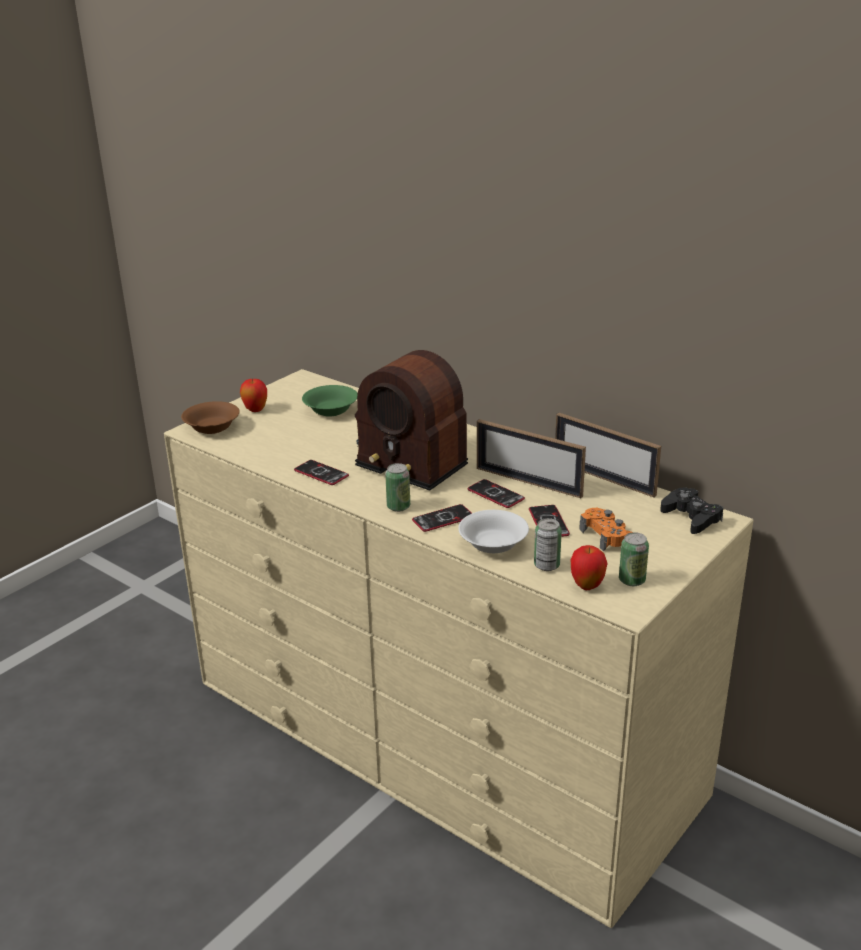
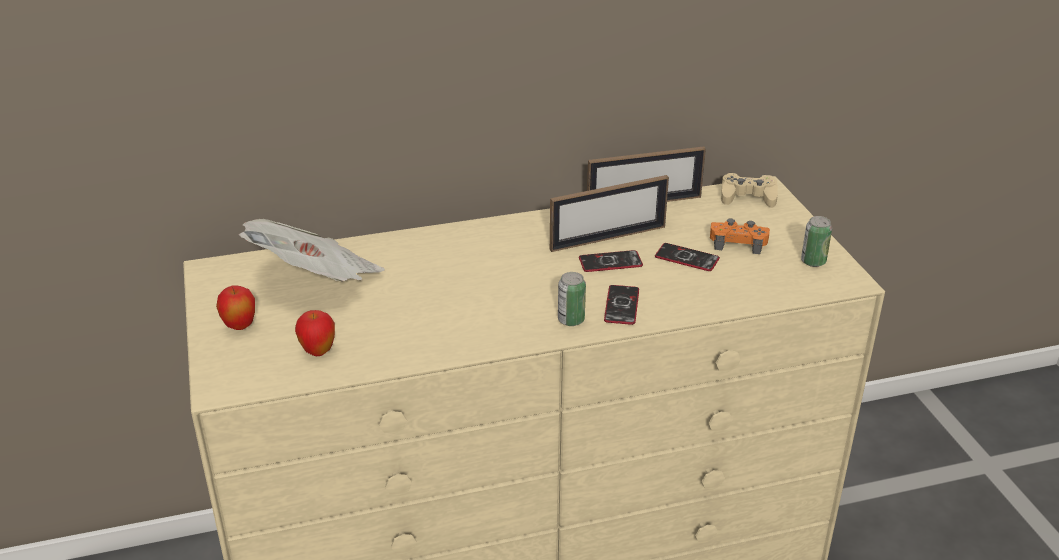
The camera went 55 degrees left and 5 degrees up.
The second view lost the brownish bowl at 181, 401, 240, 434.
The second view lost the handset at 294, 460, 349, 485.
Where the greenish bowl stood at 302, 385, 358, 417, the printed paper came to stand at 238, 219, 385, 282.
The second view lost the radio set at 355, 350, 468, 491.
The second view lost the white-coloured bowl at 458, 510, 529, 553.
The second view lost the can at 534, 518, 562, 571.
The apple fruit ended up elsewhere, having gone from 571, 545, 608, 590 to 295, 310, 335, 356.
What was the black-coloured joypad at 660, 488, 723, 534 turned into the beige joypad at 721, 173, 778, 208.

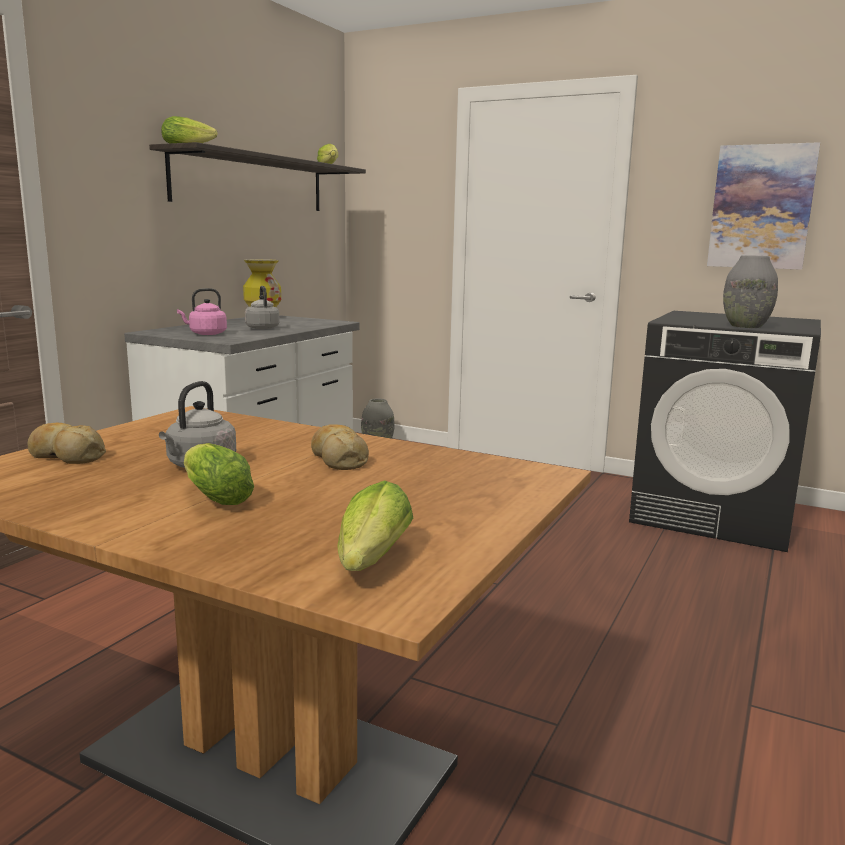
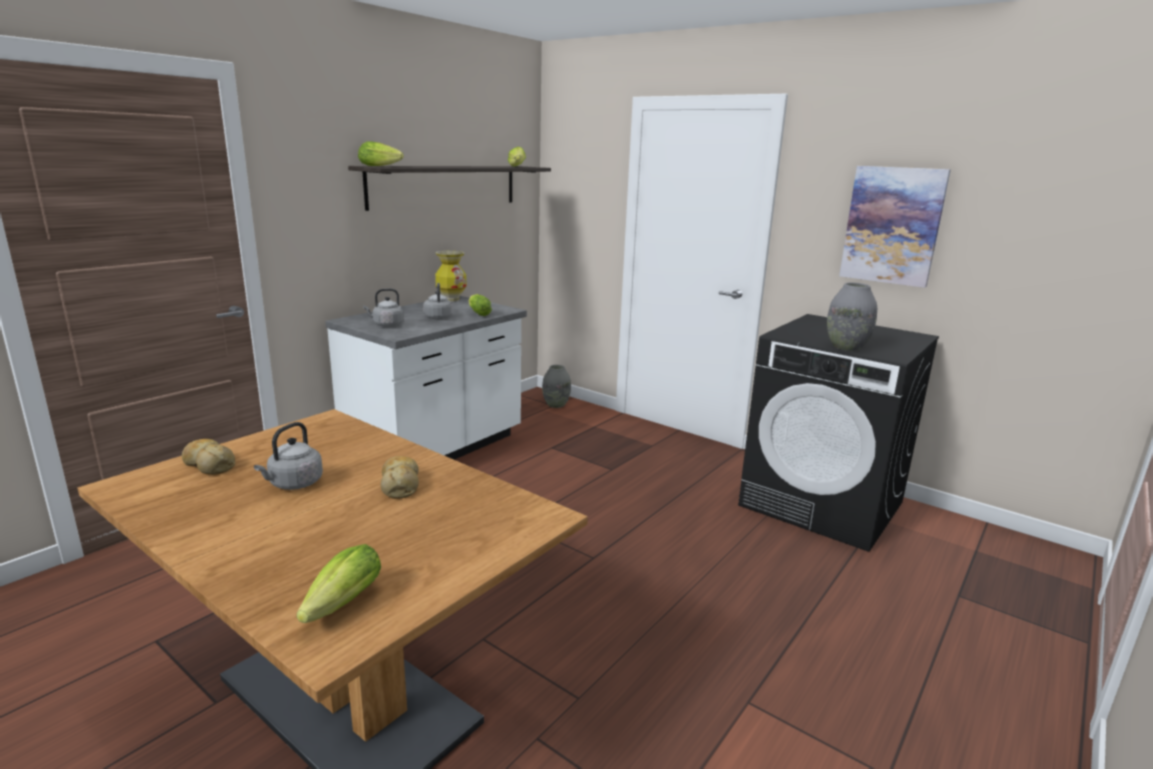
The camera went 10 degrees right and 5 degrees up.
What was the pinkish water kettle at 177, 288, 227, 335 turned into the greyish water kettle at 363, 288, 404, 327.
The lettuce ended up elsewhere, having gone from 184, 443, 254, 505 to 469, 294, 492, 316.

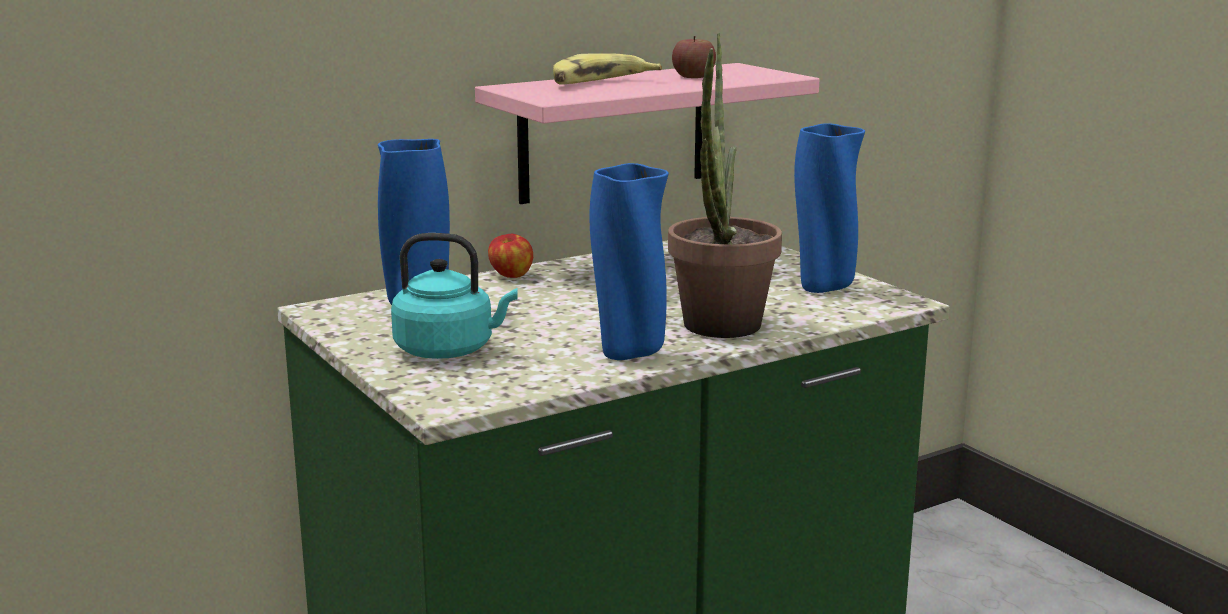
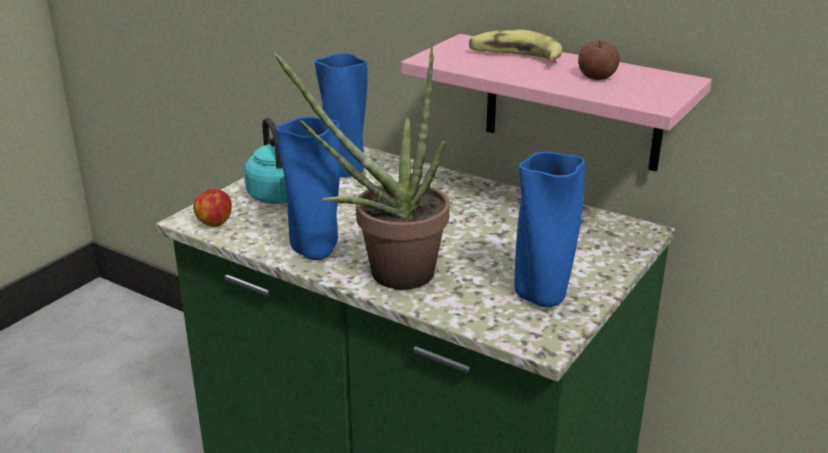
The camera went 65 degrees right and 10 degrees up.
The apple fruit ended up elsewhere, having gone from 488, 234, 533, 278 to 193, 189, 232, 227.

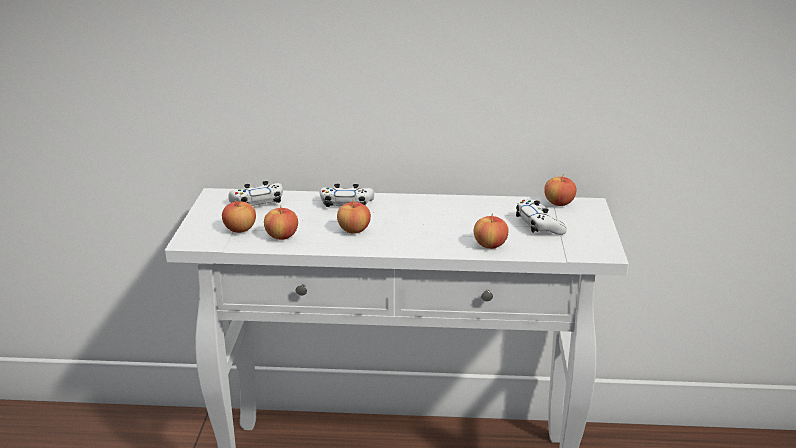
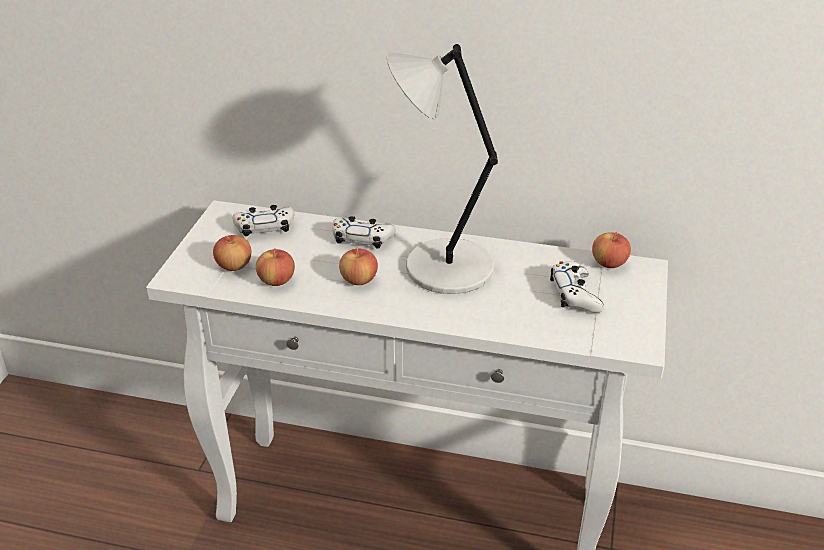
The camera went 10 degrees right and 10 degrees up.
The second view lost the apple fruit at 474, 213, 509, 249.
The second view gained the greyish lamp for a table at 386, 44, 498, 294.

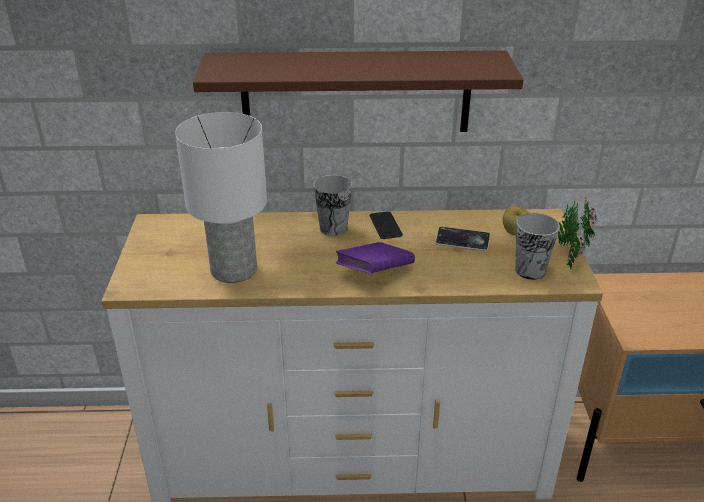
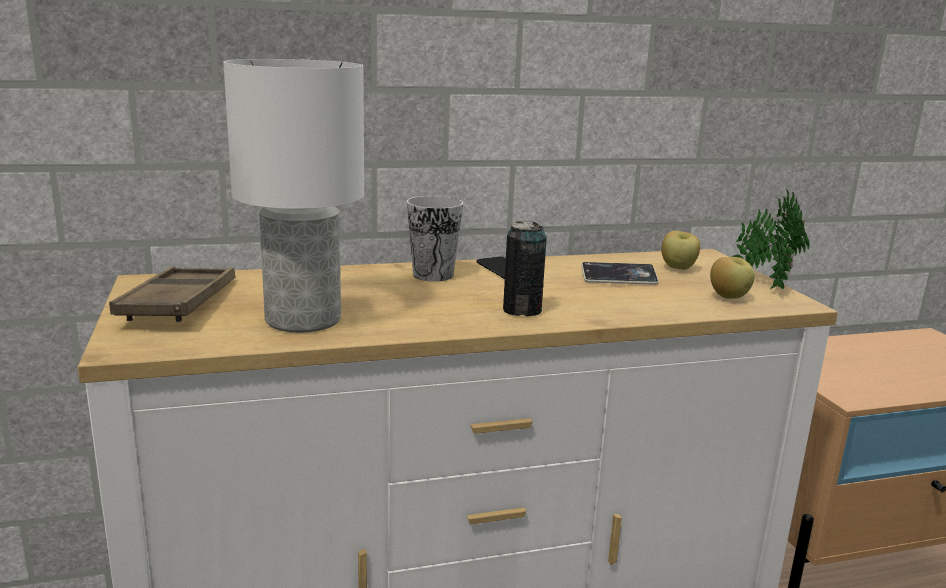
The camera went 15 degrees left and 15 degrees down.
The second view lost the brownish bracket shelf at 193, 50, 523, 132.
Where the purple book stood at 336, 242, 415, 273, the can came to stand at 503, 221, 547, 316.
Where the cup stood at 515, 213, 560, 280, the apple fruit came to stand at 710, 257, 755, 299.
The second view gained the brownish serving tray at 109, 267, 236, 322.

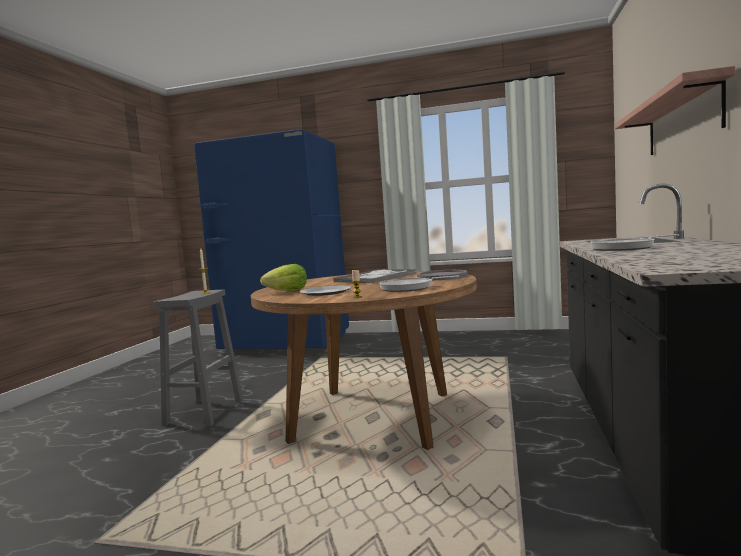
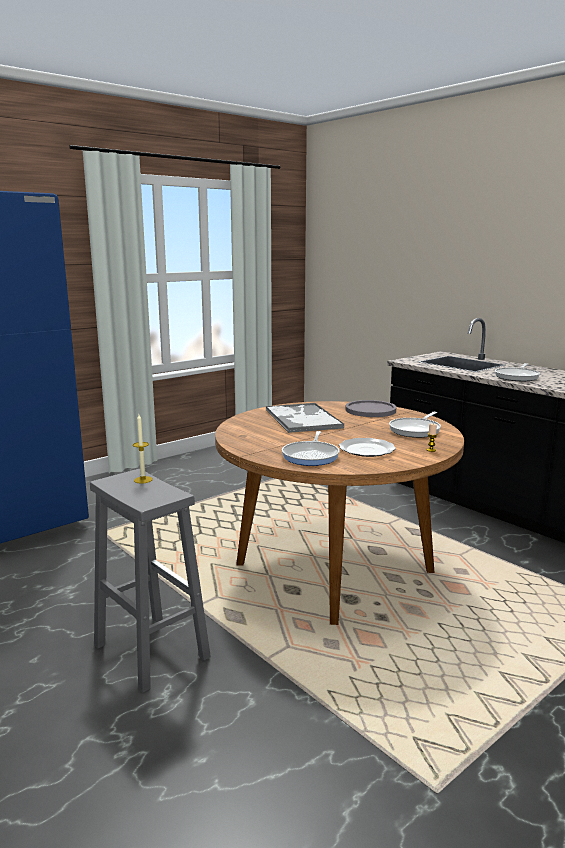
The camera went 55 degrees left and 10 degrees up.
Where the lettuce stood at 260, 264, 307, 291, the skillet came to stand at 282, 431, 339, 466.
The second view lost the bracket shelf at 615, 66, 735, 155.

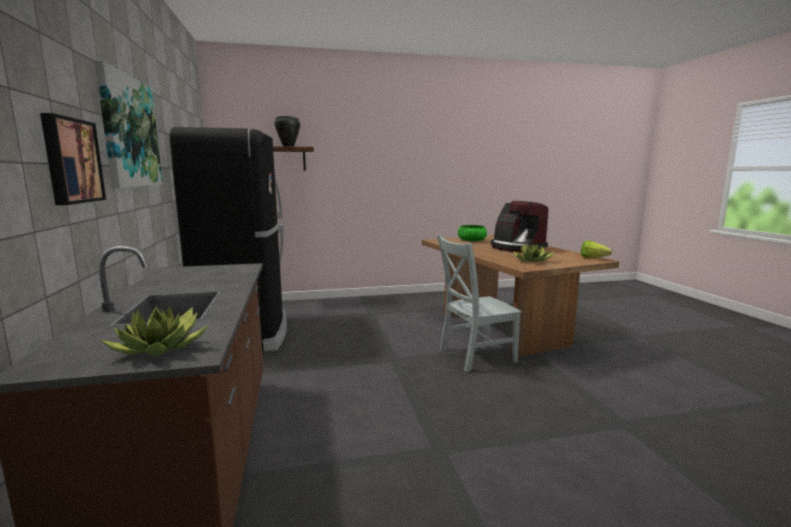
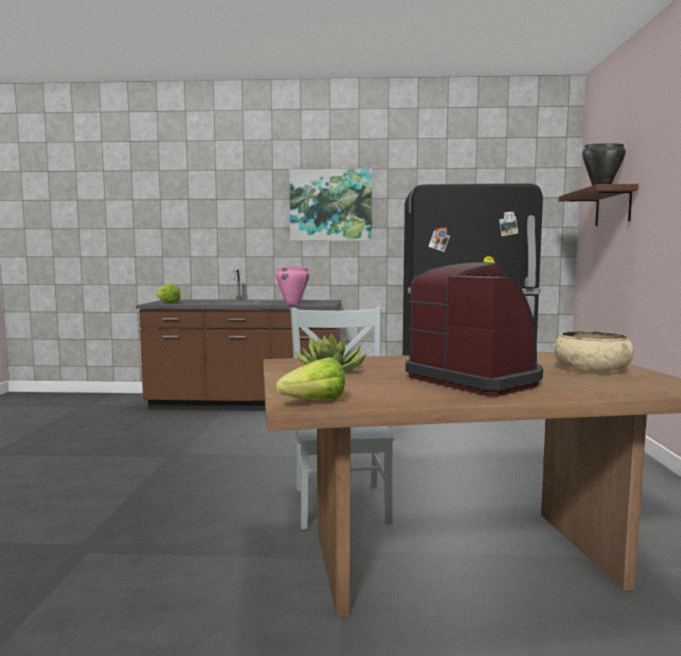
The camera went 105 degrees right and 5 degrees down.
The second view lost the picture at 40, 113, 106, 205.
Where the plant in a pot stood at 101, 306, 209, 355, the lettuce came to stand at 156, 284, 181, 303.
What was the greenish bowl at 458, 225, 487, 241 turned into the beige bowl at 555, 331, 633, 373.
The coffee brewer at 491, 201, 548, 252 ended up facing another way, 75 degrees clockwise from before.
The second view gained the pinkish stockpot at 276, 266, 309, 305.

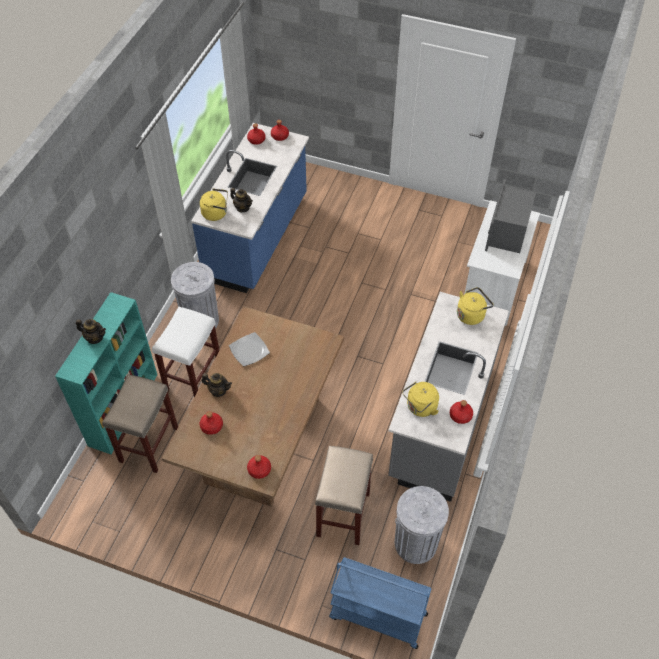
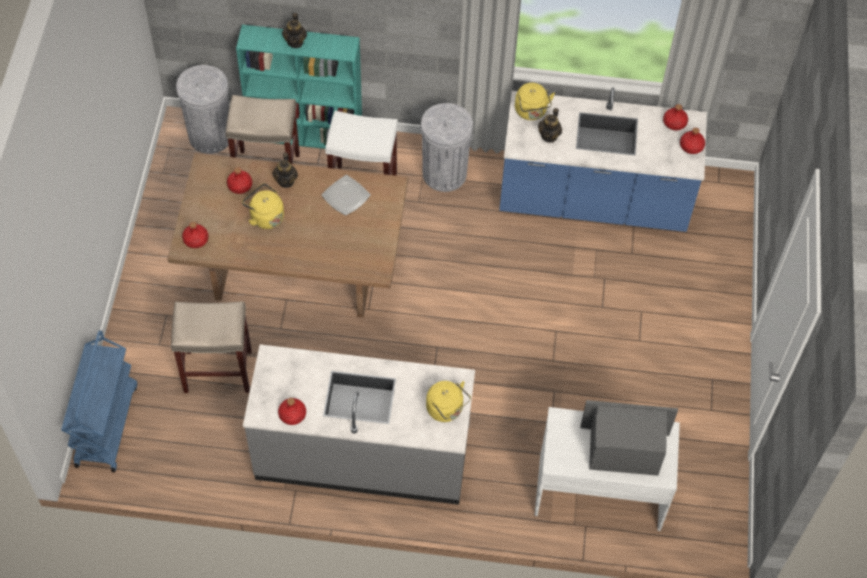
The camera went 75 degrees right and 5 degrees up.
The greyish rubbish bin ended up elsewhere, having gone from 395, 486, 449, 564 to 176, 65, 229, 154.
The yellow-coloured water kettle ended up elsewhere, having gone from 402, 382, 439, 417 to 242, 183, 284, 229.

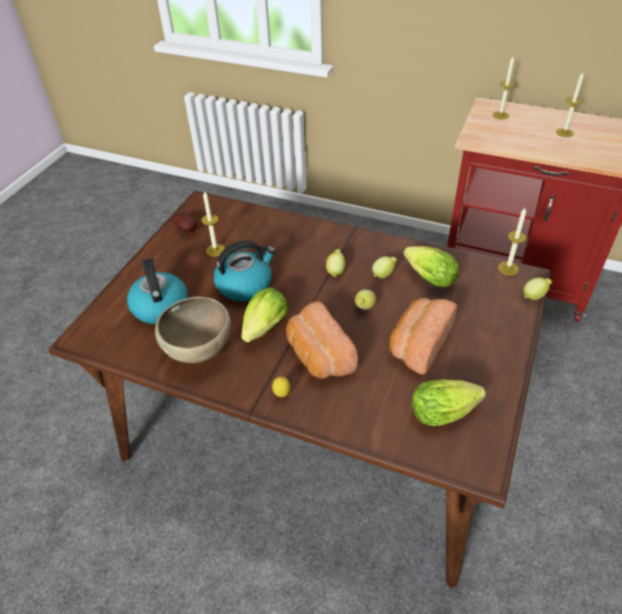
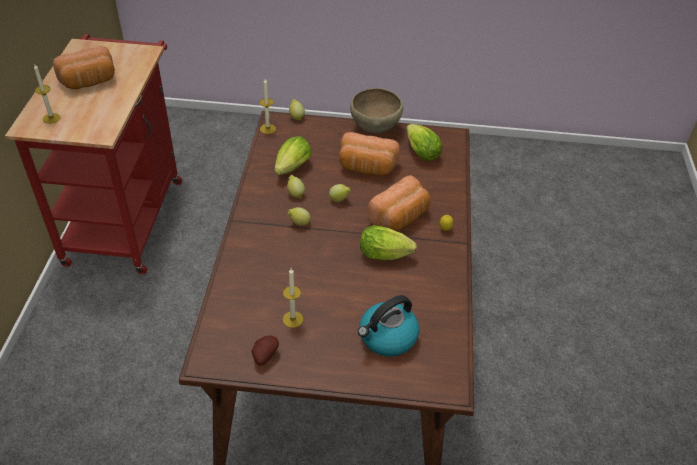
The camera went 110 degrees left and 0 degrees up.
The brownish bowl ended up elsewhere, having gone from 155, 296, 231, 363 to 350, 88, 403, 133.
The second view lost the water kettle at 214, 240, 276, 302.
Where the wax candle stood at 556, 72, 584, 137, the bakery bread came to stand at 53, 46, 115, 89.

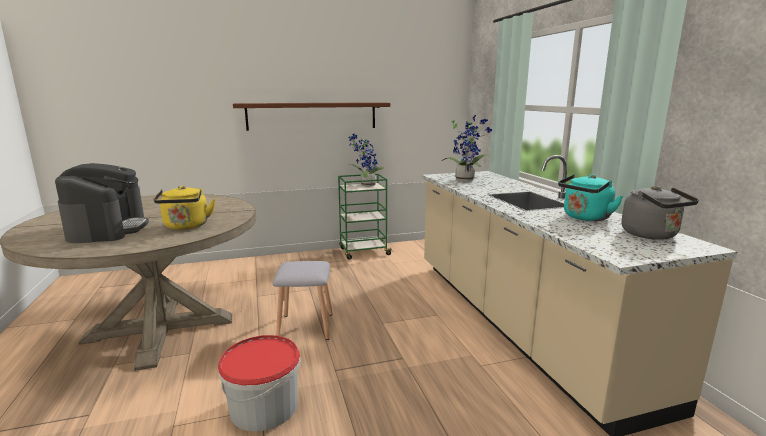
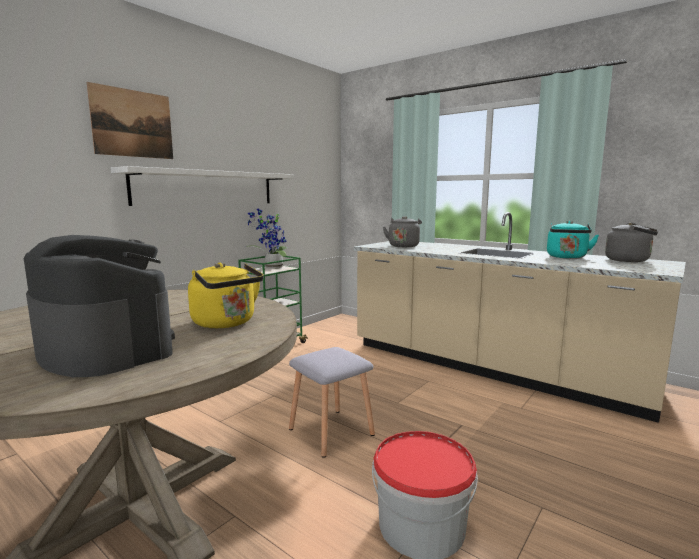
The camera went 35 degrees left and 5 degrees down.
What was the brownish bracket shelf at 233, 102, 390, 131 turned into the white-coloured bracket shelf at 111, 166, 294, 206.
Where the plant in a pot stood at 441, 115, 492, 181, the greyish water kettle came to stand at 383, 216, 422, 247.
The second view gained the picture at 87, 82, 173, 159.

